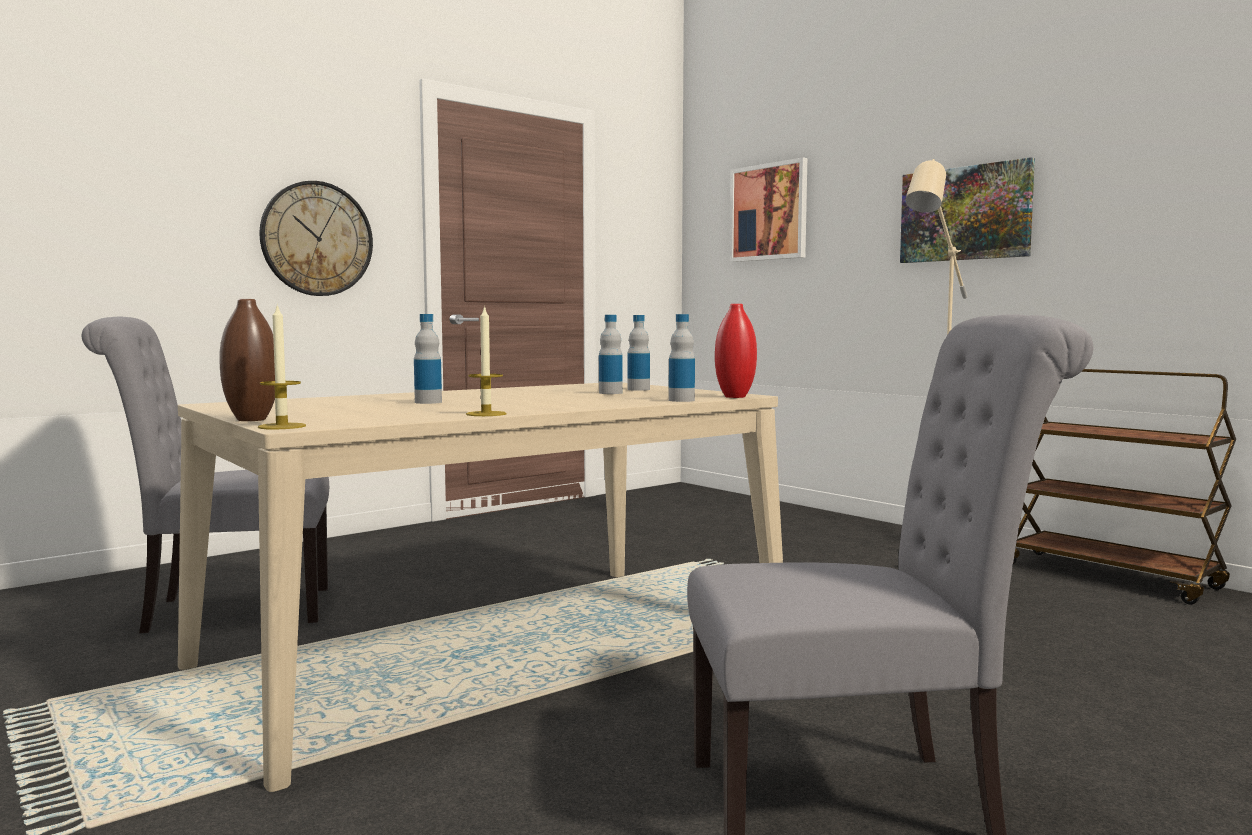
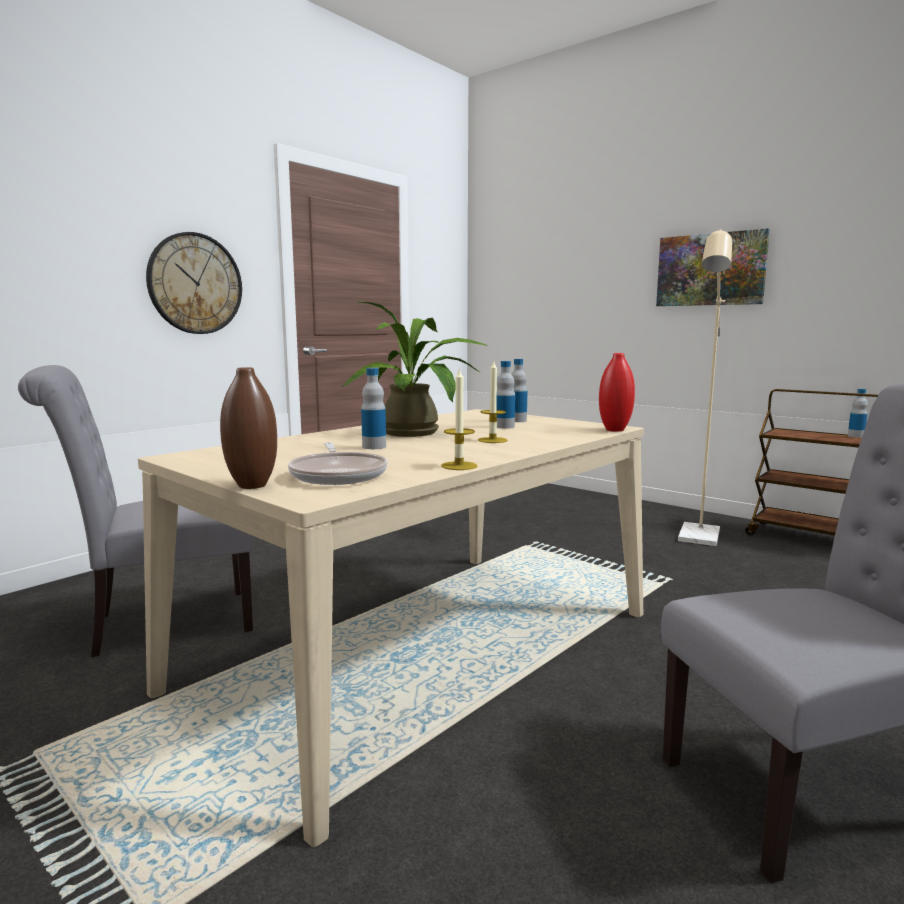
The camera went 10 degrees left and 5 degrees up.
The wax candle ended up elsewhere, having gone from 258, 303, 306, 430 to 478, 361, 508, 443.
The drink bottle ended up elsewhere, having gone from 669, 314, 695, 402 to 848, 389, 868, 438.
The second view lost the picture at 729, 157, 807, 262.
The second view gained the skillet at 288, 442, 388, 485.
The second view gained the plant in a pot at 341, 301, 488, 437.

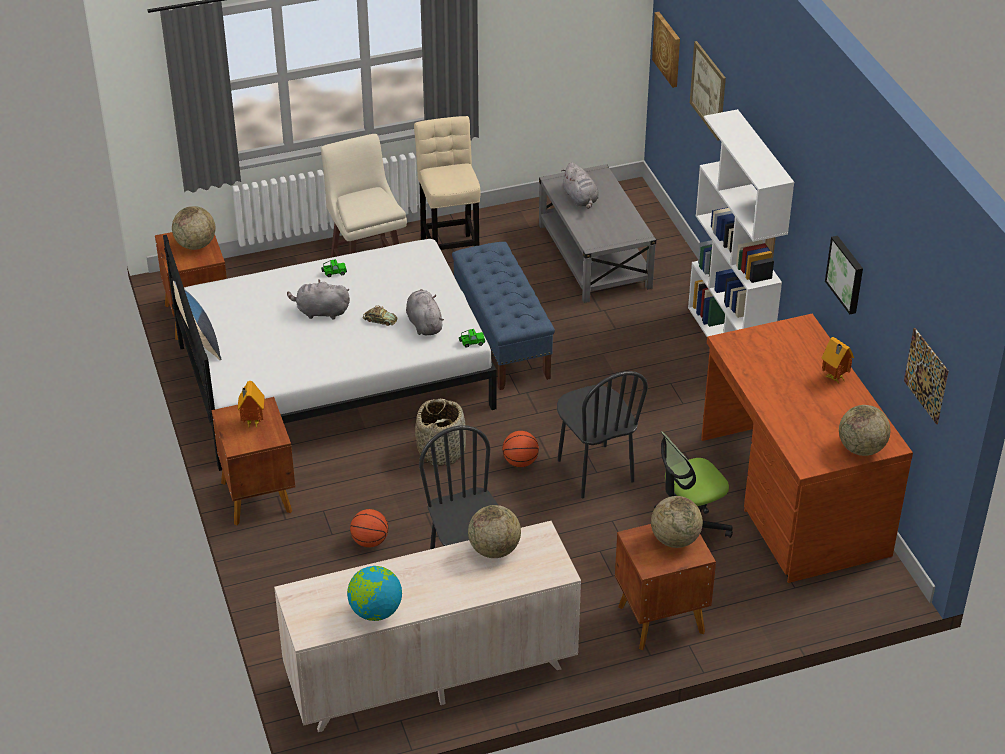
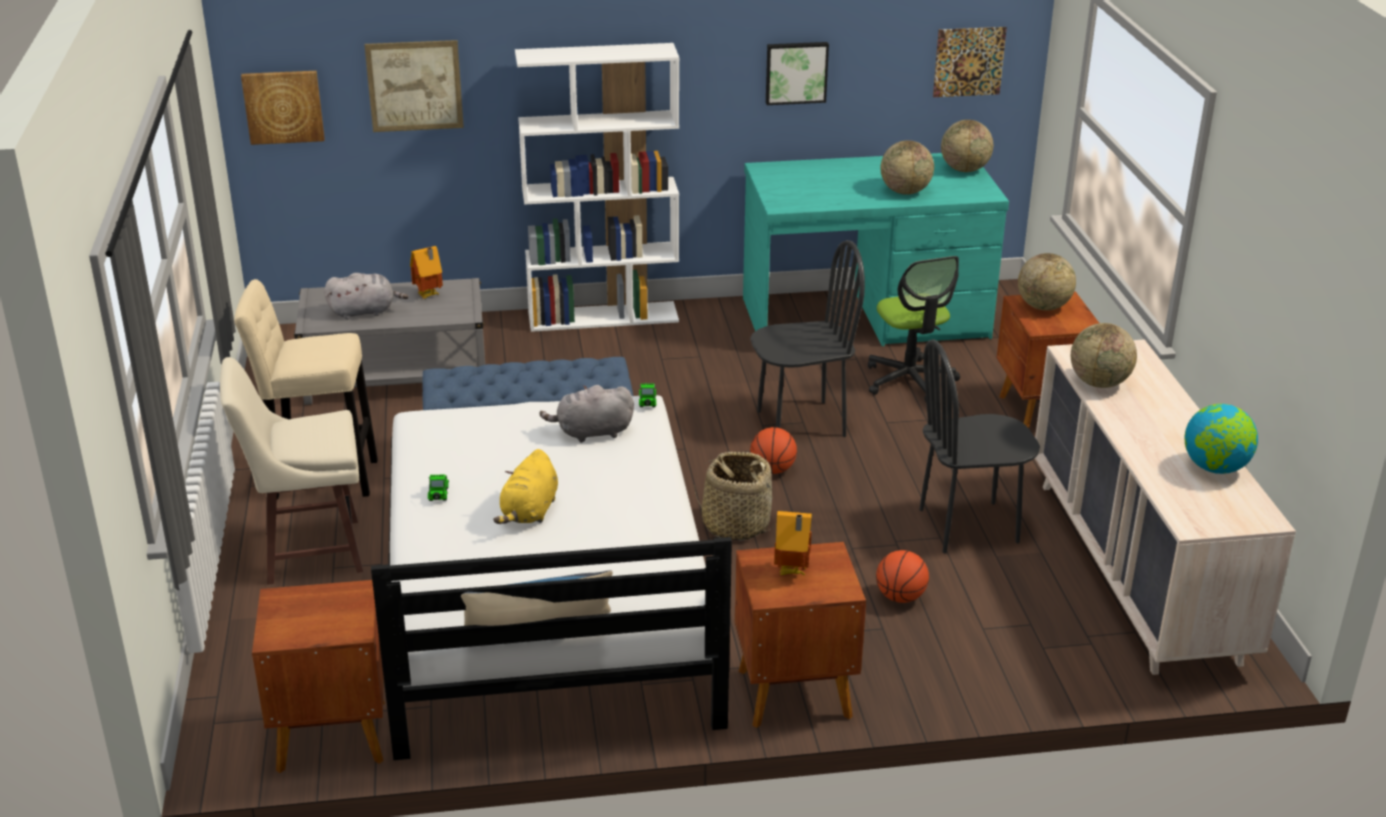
The camera went 80 degrees left and 10 degrees down.
The desk globe ended up elsewhere, having gone from 172, 206, 216, 250 to 880, 140, 934, 195.
What was the greyish soft toy at 287, 279, 350, 320 turned into the yellow-coloured soft toy at 493, 449, 558, 524.
The second view lost the toy car at 363, 305, 397, 326.
What was the brownish desk table at 701, 314, 913, 583 turned into the blue-green desk table at 743, 153, 1009, 346.
The model house ended up elsewhere, having gone from 822, 337, 854, 385 to 410, 246, 443, 299.

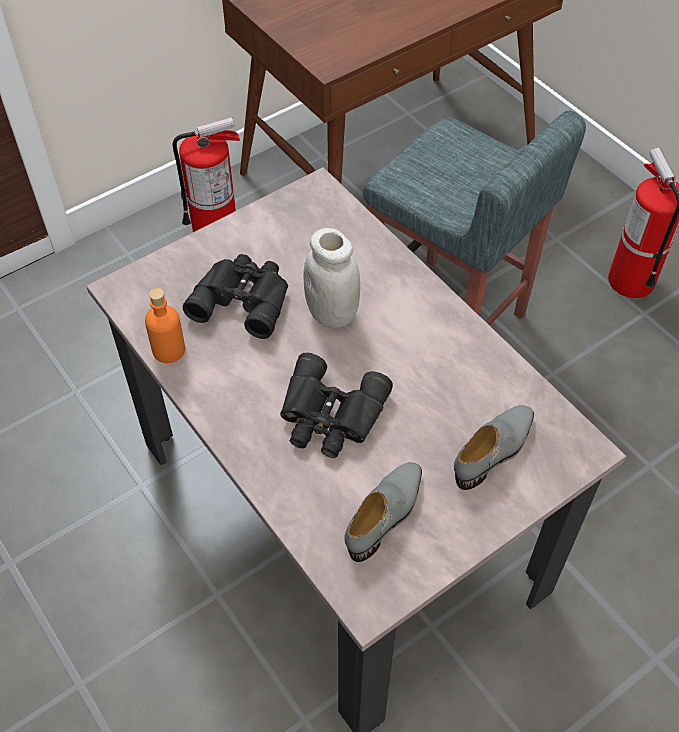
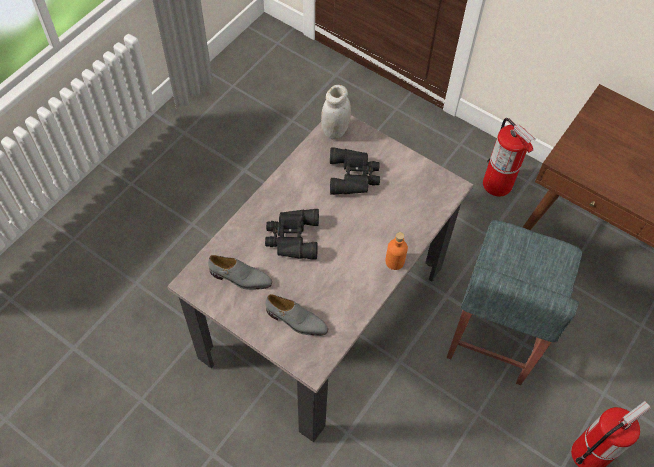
The camera went 70 degrees right and 5 degrees up.
The orange drink bottle ended up elsewhere, having gone from 145, 288, 185, 363 to 385, 232, 408, 270.
The white-coloured jar ended up elsewhere, having gone from 304, 228, 360, 328 to 321, 85, 351, 140.

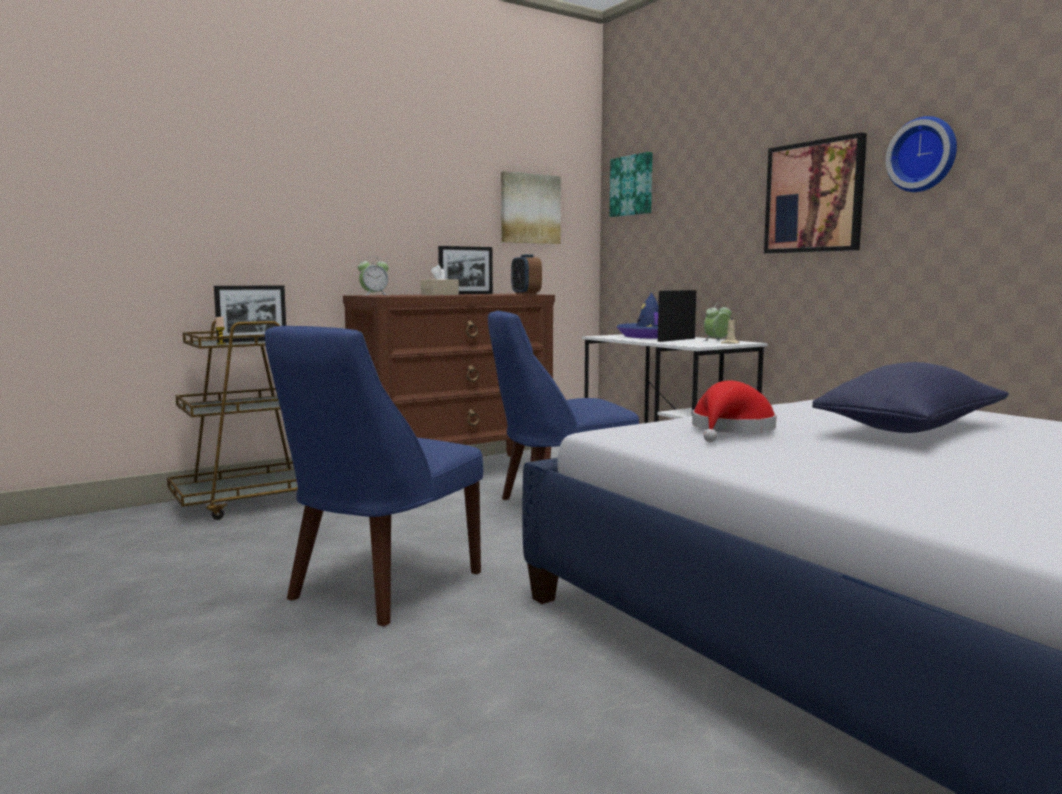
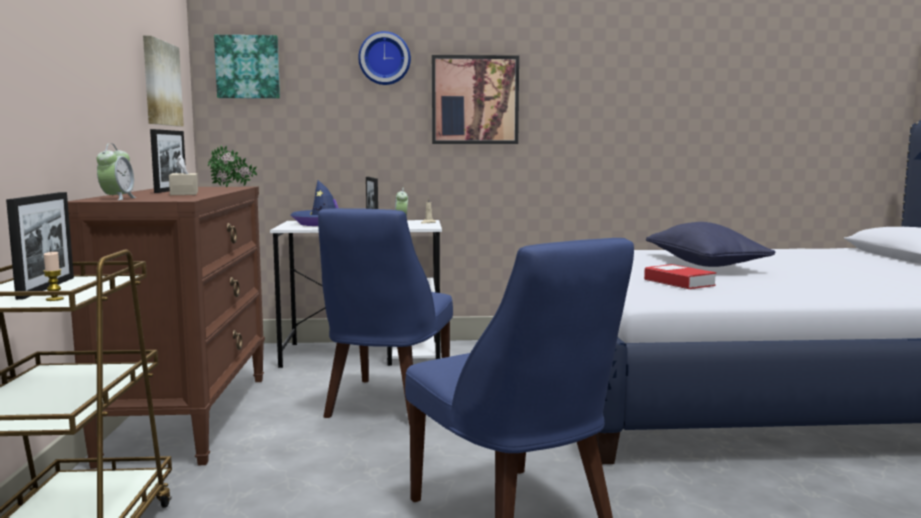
The camera went 60 degrees left and 0 degrees up.
Where the alarm clock stood at 511, 254, 542, 295, the plant in a pot came to stand at 208, 145, 257, 188.
Where the red clothing hat stood at 692, 380, 776, 442, the book came to stand at 644, 264, 717, 289.
The wall clock ended up elsewhere, having gone from 886, 116, 957, 192 to 358, 31, 411, 85.

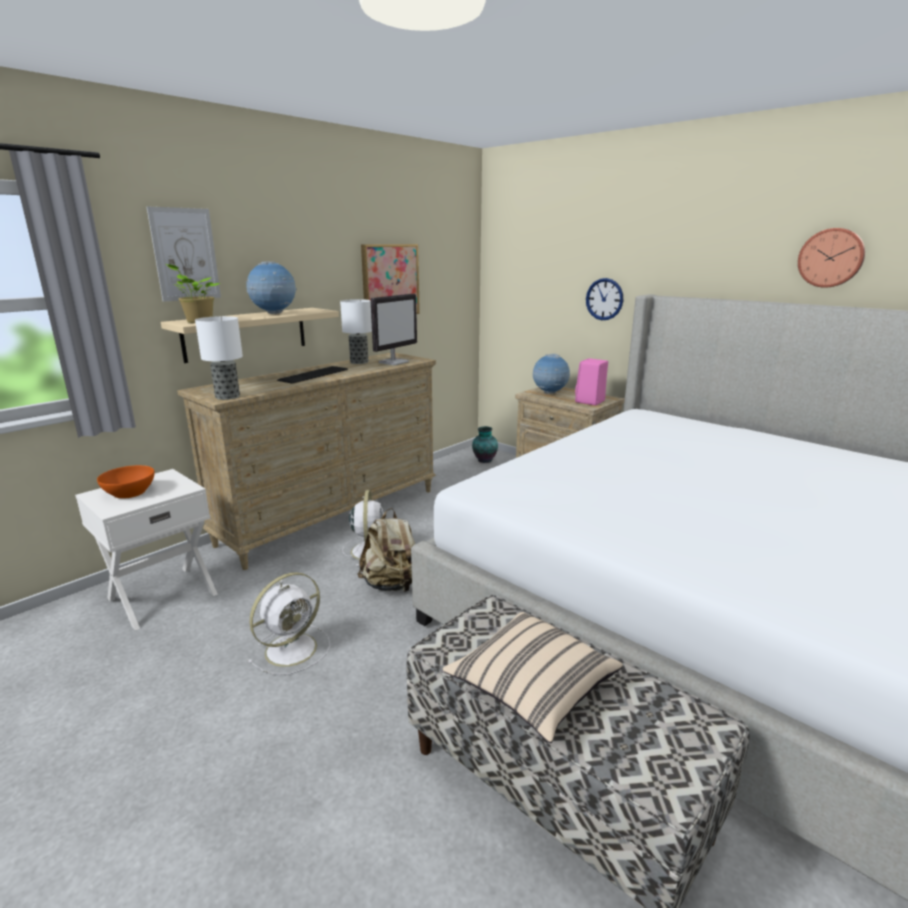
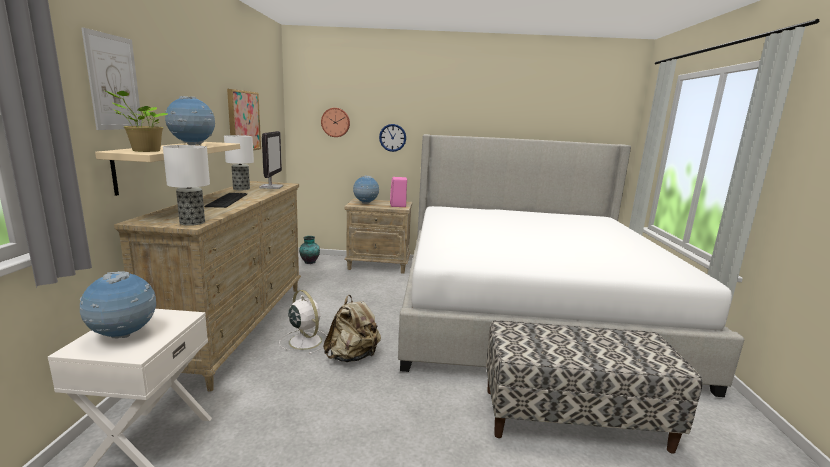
The camera went 40 degrees left and 5 degrees down.
Where the orange bowl stood at 97, 465, 155, 499, the desk globe came to stand at 80, 271, 156, 338.
The second view lost the white-coloured fan at 248, 572, 330, 675.
The second view lost the beige cushion at 443, 612, 623, 743.
The wall clock ended up elsewhere, having gone from 798, 228, 865, 288 to 321, 108, 350, 137.

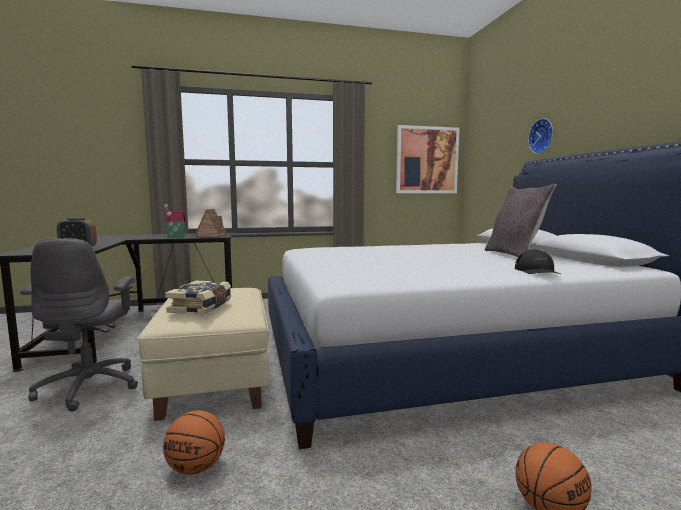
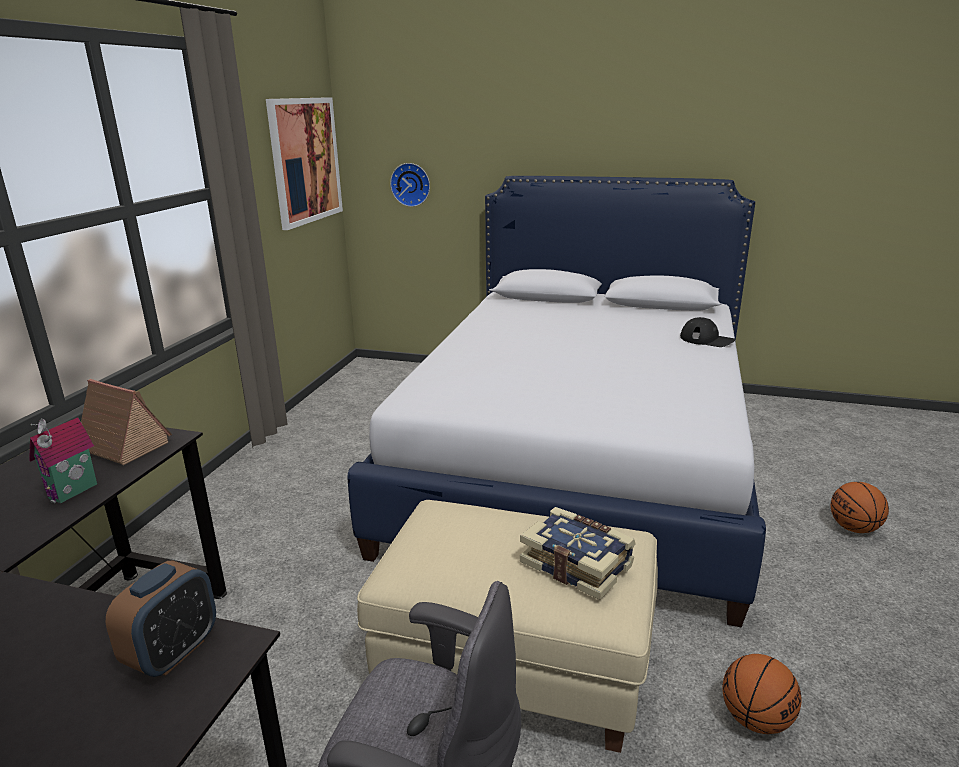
The camera went 60 degrees left and 15 degrees up.
The second view lost the greyish cushion at 485, 184, 556, 257.
The wall clock ended up elsewhere, having gone from 528, 118, 553, 154 to 390, 163, 430, 207.

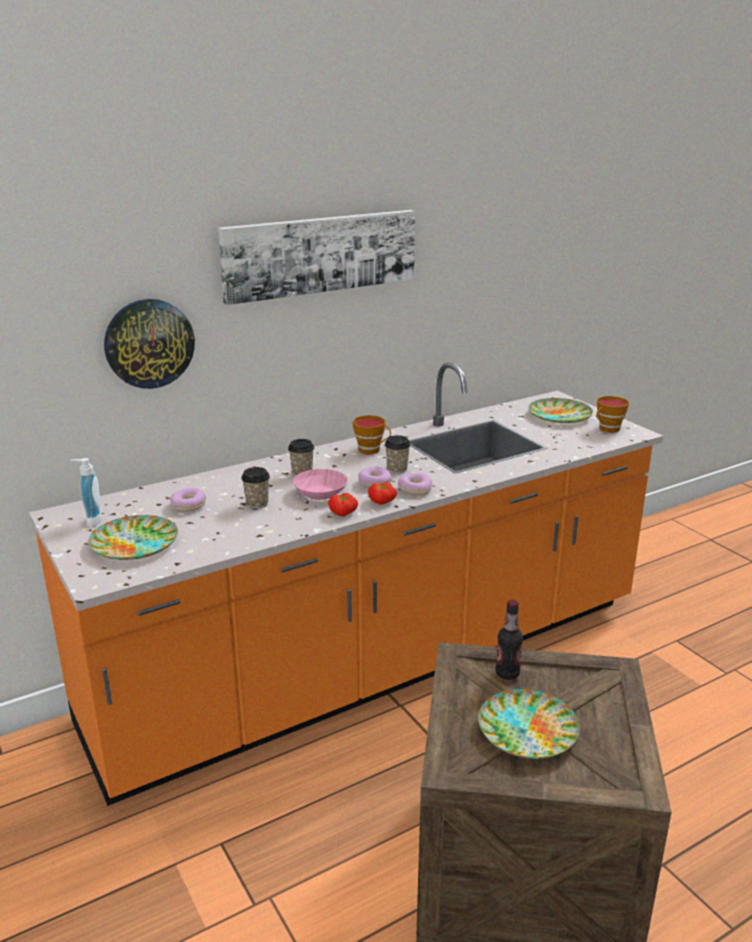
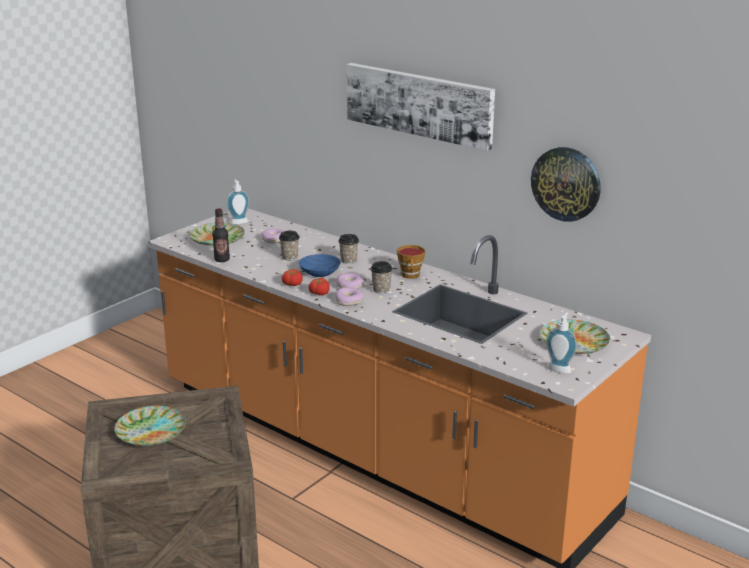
The camera went 70 degrees right and 0 degrees up.
The wall clock ended up elsewhere, having gone from 104, 299, 195, 389 to 531, 147, 600, 222.
What was the pinkish bowl at 293, 469, 348, 500 turned into the blue bowl at 299, 254, 341, 277.
The drink bottle ended up elsewhere, having gone from 495, 600, 523, 680 to 212, 208, 230, 262.
Where the cup stood at 596, 396, 629, 433, the soap bottle came to stand at 546, 312, 577, 374.

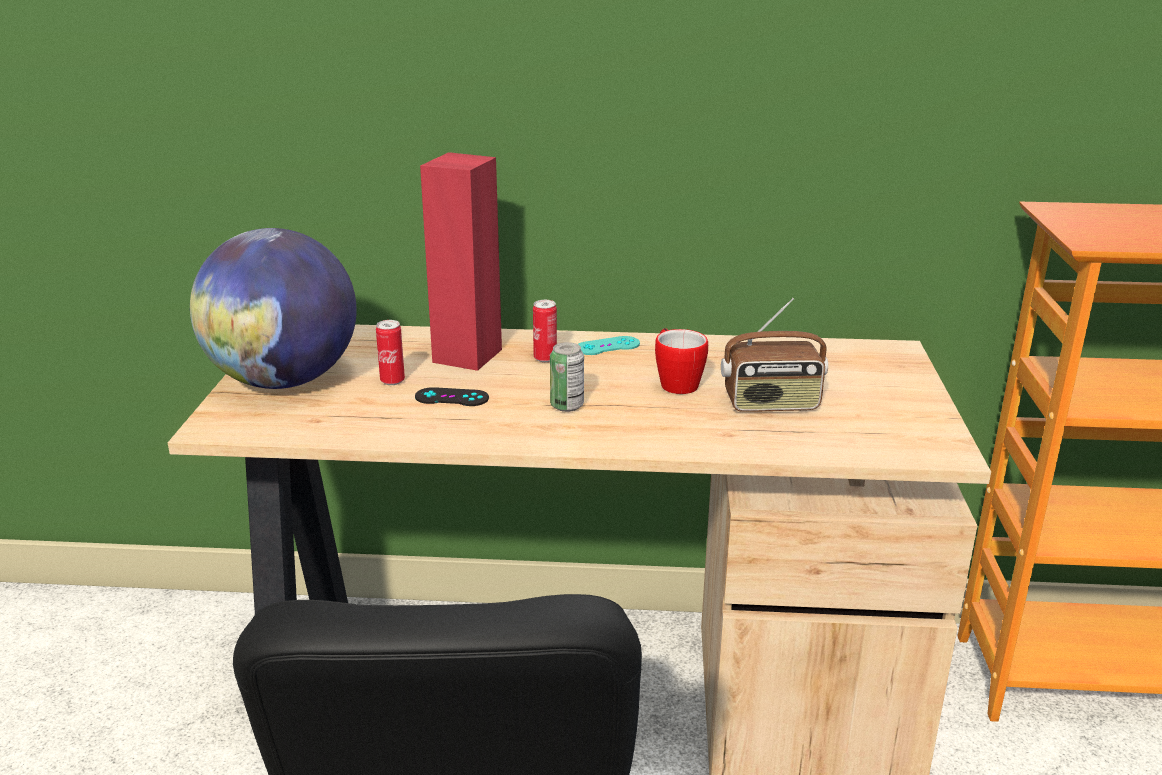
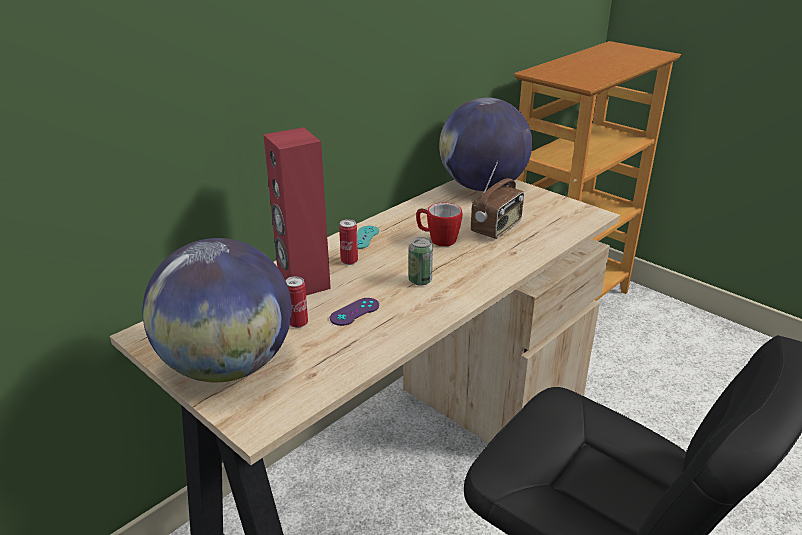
The camera went 50 degrees left and 5 degrees up.
What was the black-coloured joypad at 415, 387, 489, 406 turned into the purple joypad at 330, 298, 379, 326.
The second view gained the desk globe at 439, 97, 532, 191.

